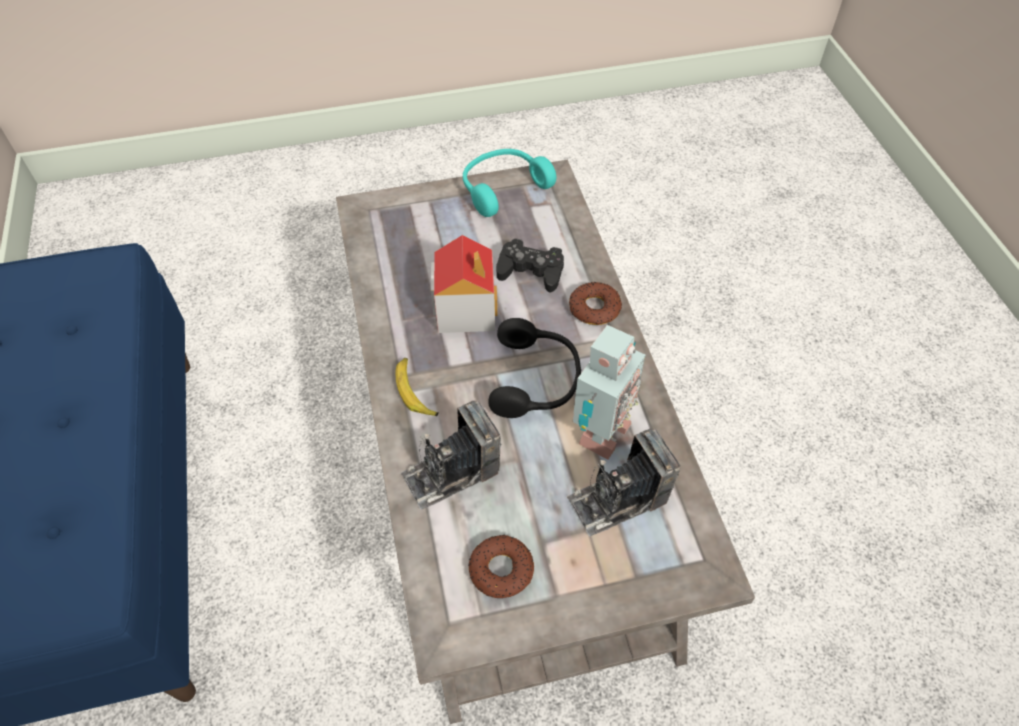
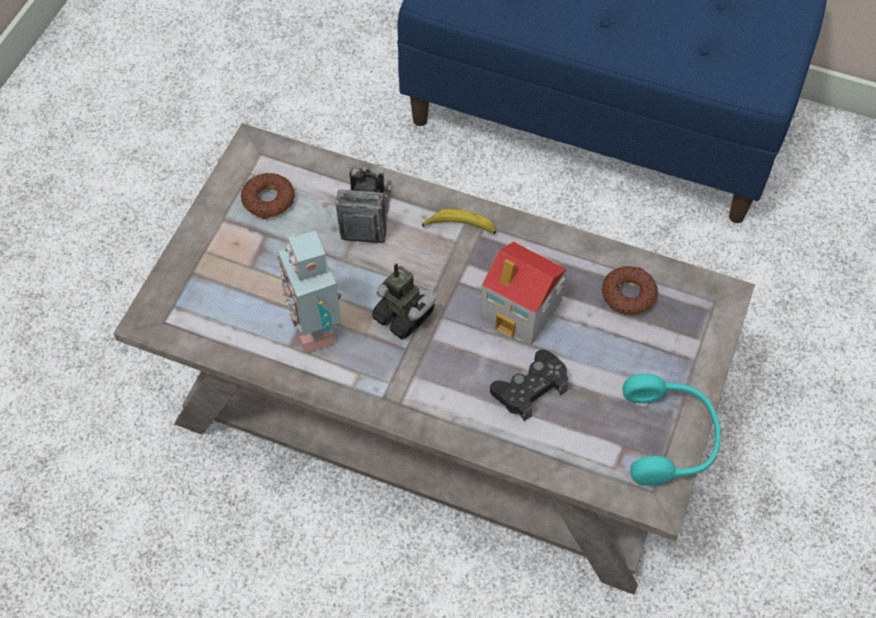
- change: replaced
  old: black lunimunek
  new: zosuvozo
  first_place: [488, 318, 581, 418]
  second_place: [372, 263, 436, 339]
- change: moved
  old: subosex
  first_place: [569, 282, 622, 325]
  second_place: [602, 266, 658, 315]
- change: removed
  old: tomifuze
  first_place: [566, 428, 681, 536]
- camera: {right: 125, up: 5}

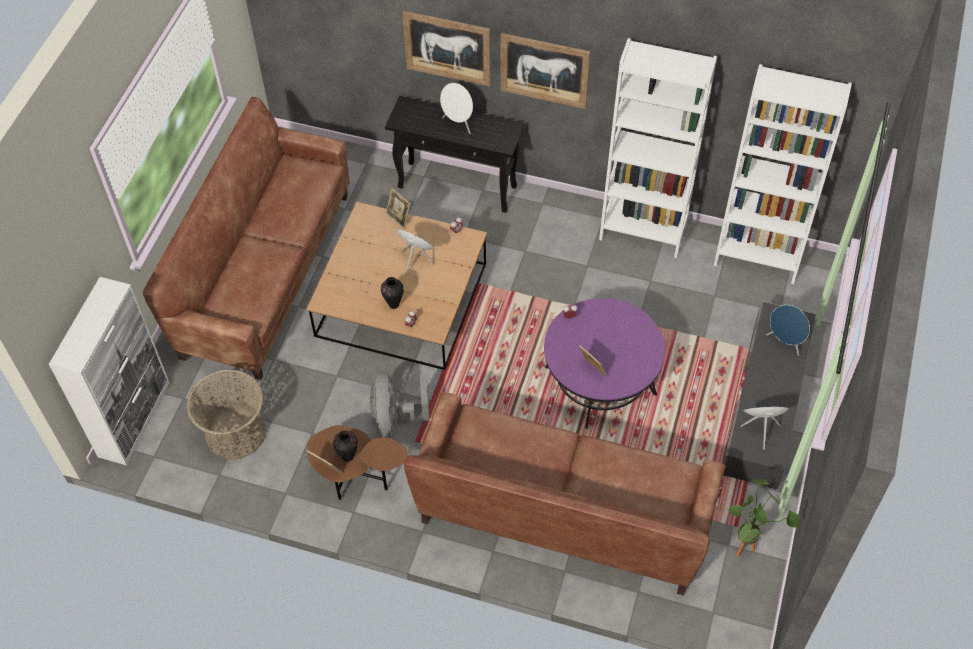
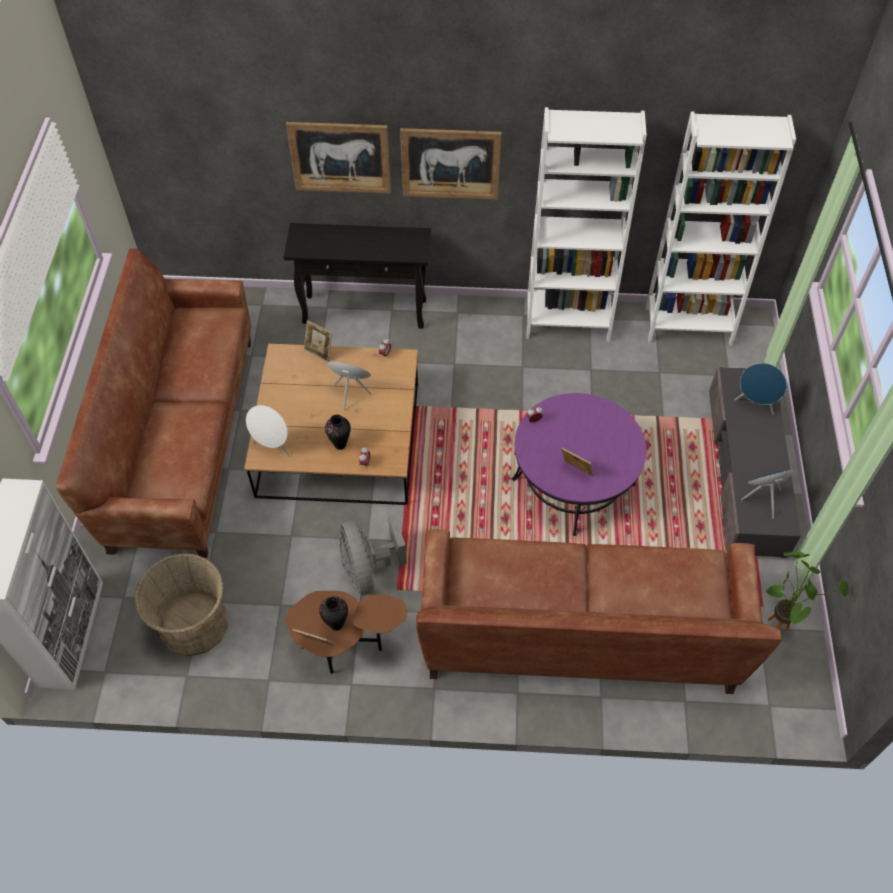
- change: moved
  old: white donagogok
  first_place: [440, 83, 473, 134]
  second_place: [246, 405, 290, 457]
- camera: {right: -15, up: 0}

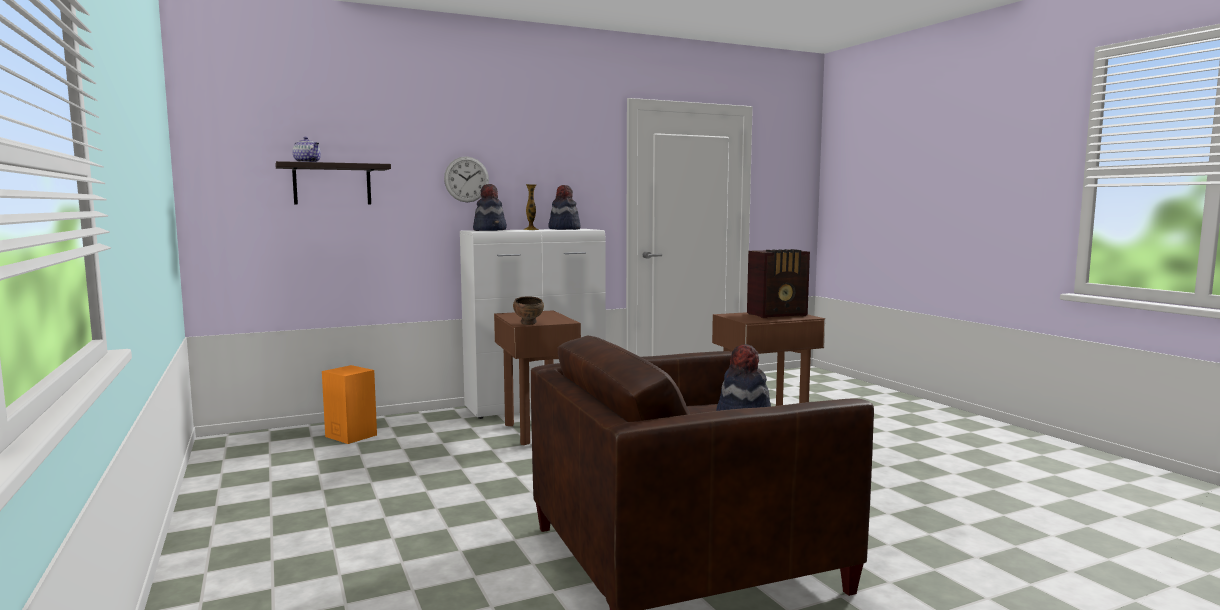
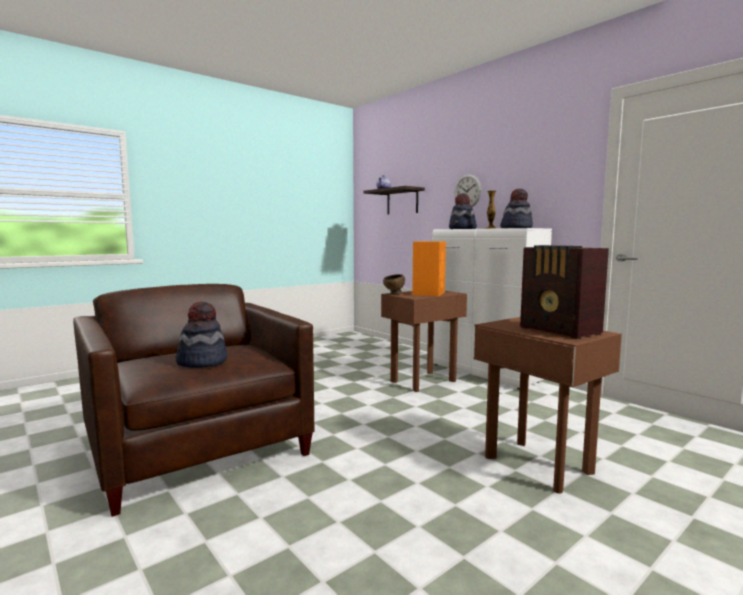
- change: moved
  old: orange donagogok
  first_place: [322, 365, 377, 444]
  second_place: [412, 241, 446, 296]
- camera: {right: 75, up: 0}

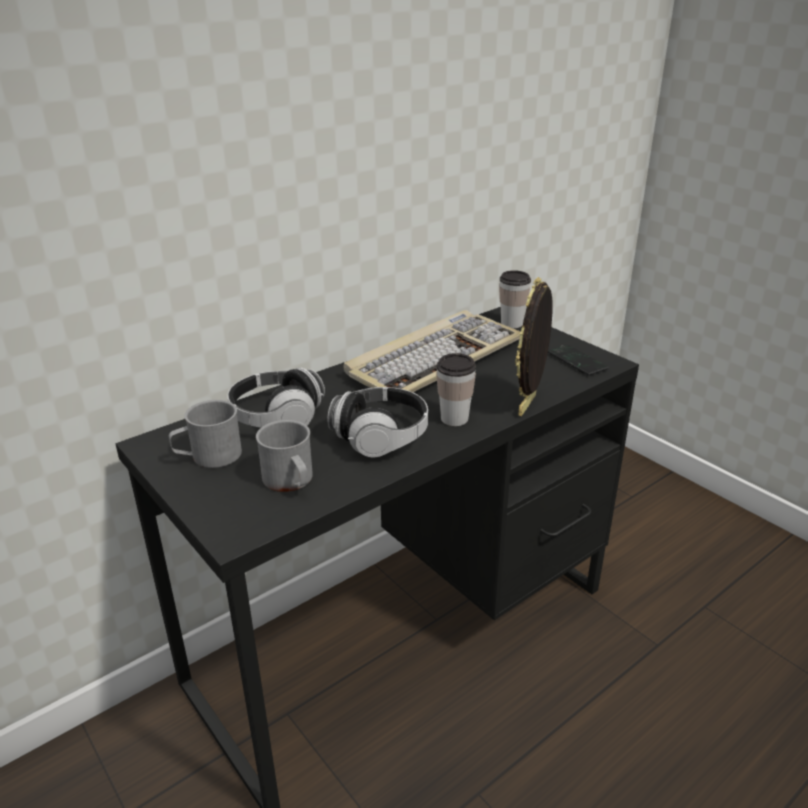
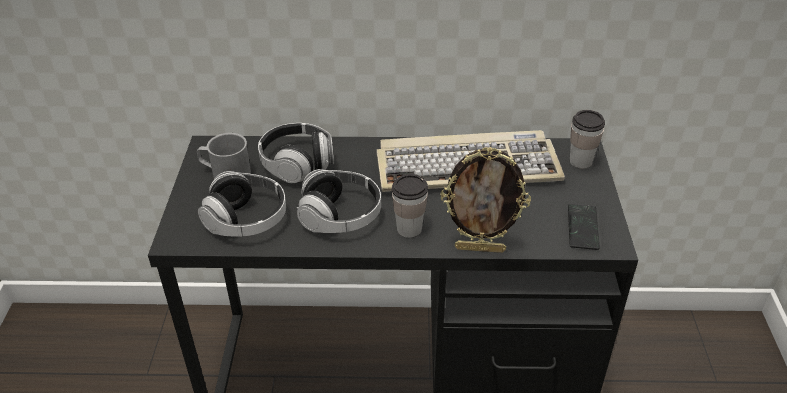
- change: replaced
  old: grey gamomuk
  new: lunimunek
  first_place: [256, 420, 313, 492]
  second_place: [198, 171, 286, 237]
- change: turned
  old: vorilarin
  first_place: [515, 277, 552, 416]
  second_place: [440, 147, 531, 253]
  degrees: -150
- camera: {right: 40, up: 10}

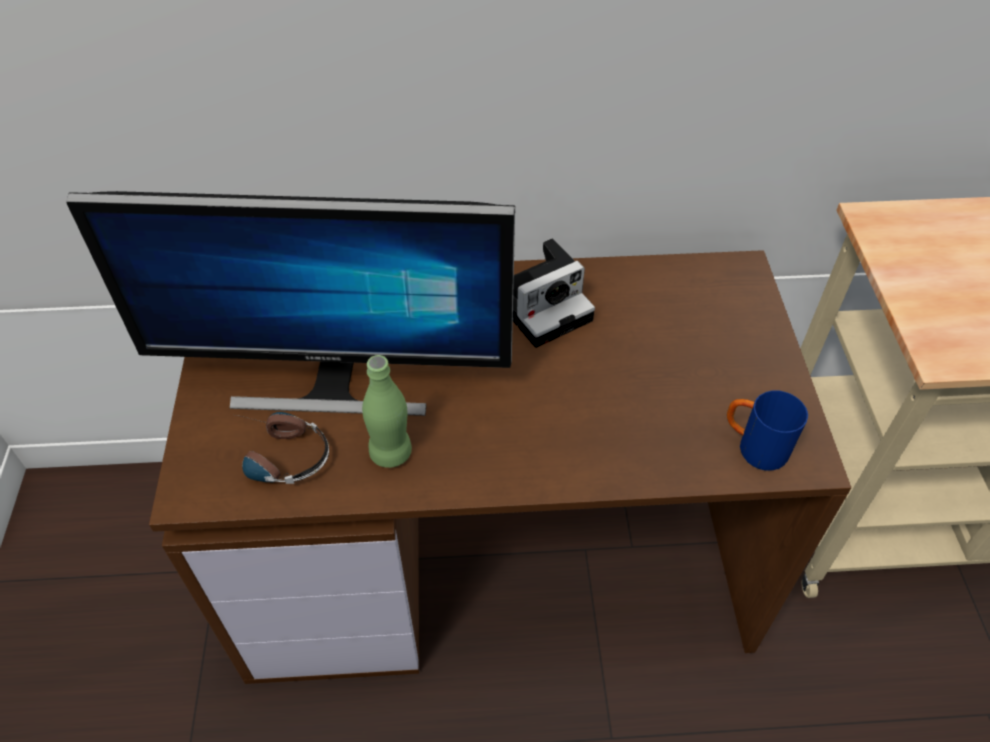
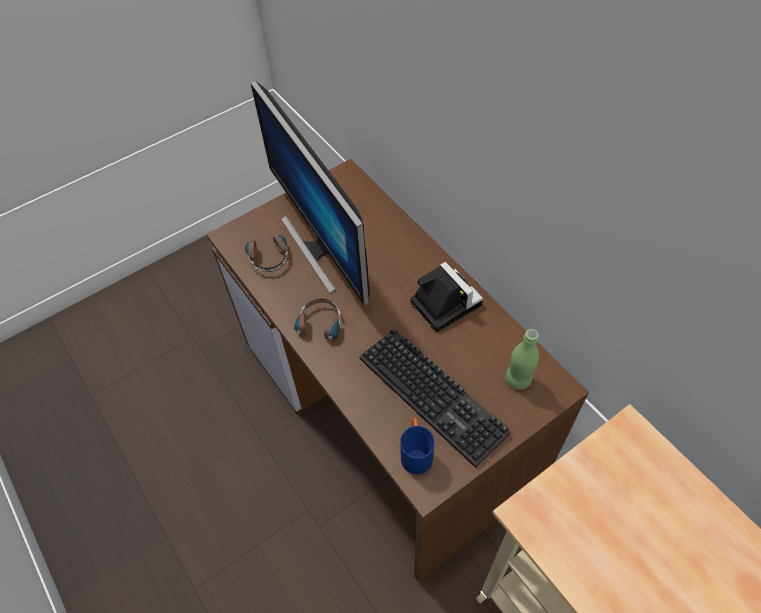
- change: added
  new: lunimunek
  second_place: [294, 298, 341, 346]
- change: added
  new: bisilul
  second_place: [360, 328, 511, 468]
- change: turned
  old: tomifuze
  first_place: [513, 239, 595, 348]
  second_place: [411, 262, 483, 332]
  degrees: -150
- change: moved
  old: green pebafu
  first_place: [362, 355, 412, 468]
  second_place: [505, 329, 539, 390]
- camera: {right: 60, up: 5}

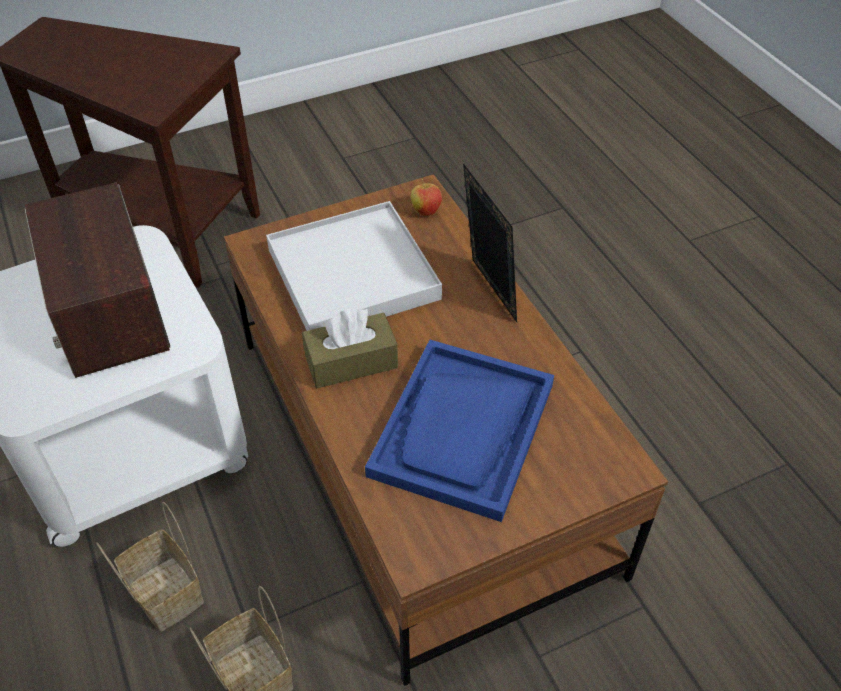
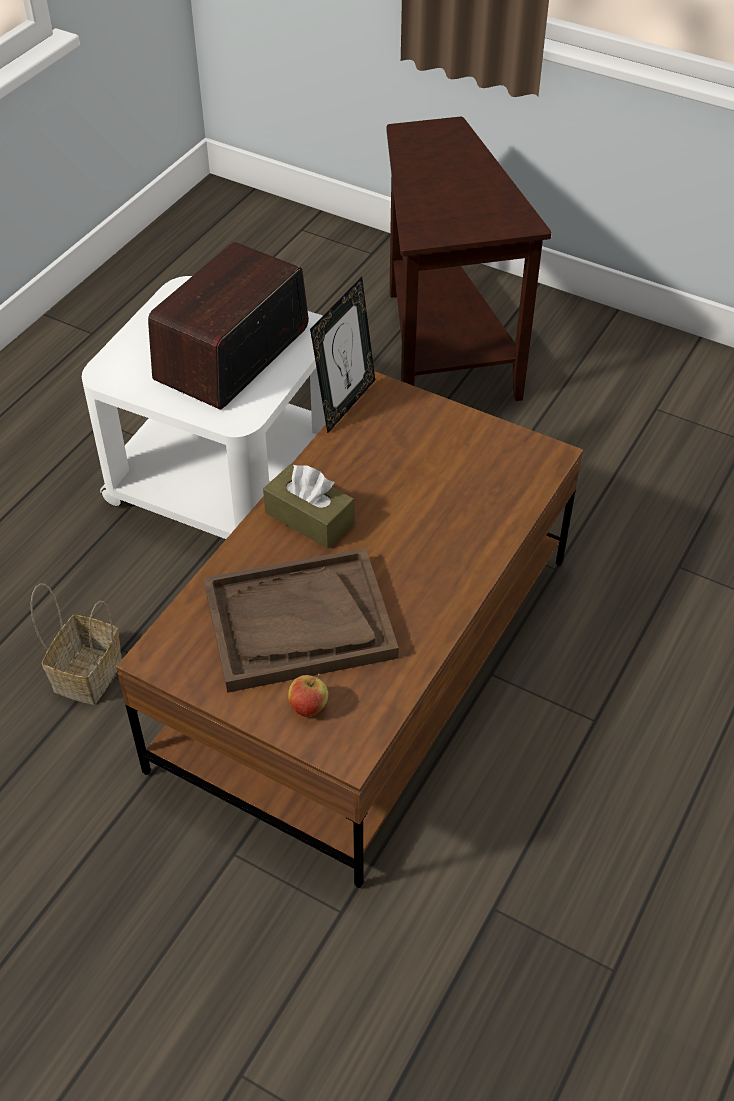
- change: recoloured
  old: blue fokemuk
  new: brown fokemuk
  first_place: [365, 340, 554, 522]
  second_place: [204, 548, 399, 693]
- change: moved
  old: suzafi
  first_place: [411, 179, 442, 216]
  second_place: [288, 674, 328, 717]
- change: moved
  old: vorilarin
  first_place: [463, 163, 517, 322]
  second_place: [310, 277, 375, 433]
- change: removed
  old: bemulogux
  first_place: [96, 502, 204, 632]
- change: removed
  old: white fokemuk
  first_place: [266, 201, 442, 331]
- camera: {right: 55, up: 0}

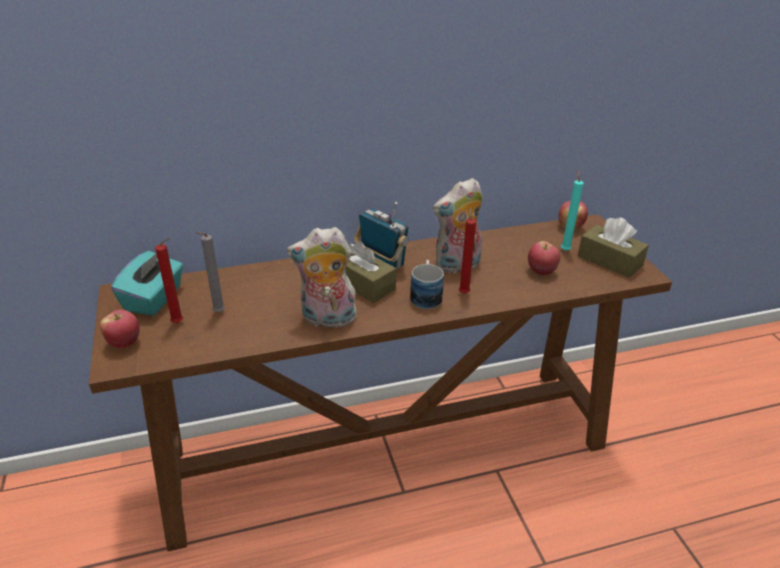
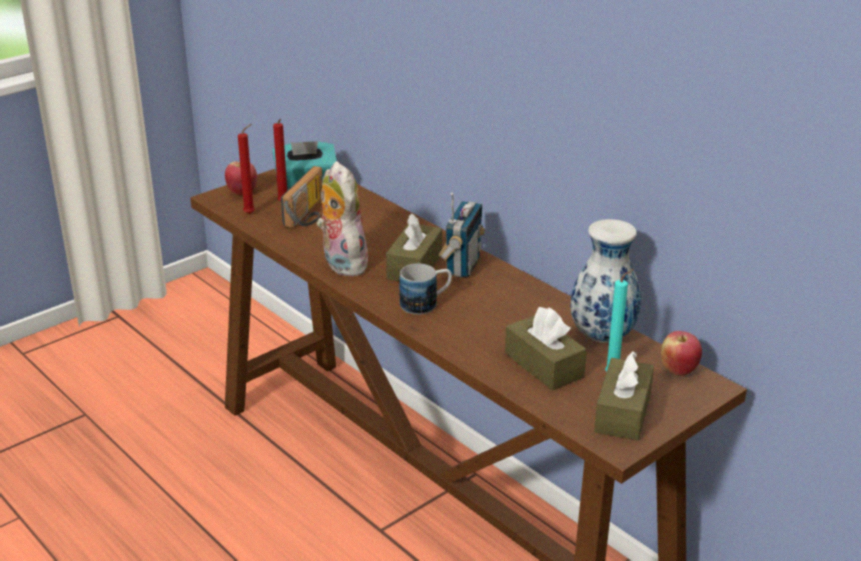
- change: moved
  old: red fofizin
  first_place: [459, 207, 476, 294]
  second_place: [238, 124, 255, 214]
- change: replaced
  old: grey fofizin
  new: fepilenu
  first_place: [196, 232, 225, 312]
  second_place: [281, 166, 323, 228]
- change: replaced
  old: suzafi
  new: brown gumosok
  first_place: [528, 241, 560, 276]
  second_place: [505, 307, 587, 391]
- change: added
  new: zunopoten
  second_place: [571, 219, 641, 342]
- change: removed
  old: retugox
  first_place: [433, 178, 483, 274]
- camera: {right: 65, up: -5}

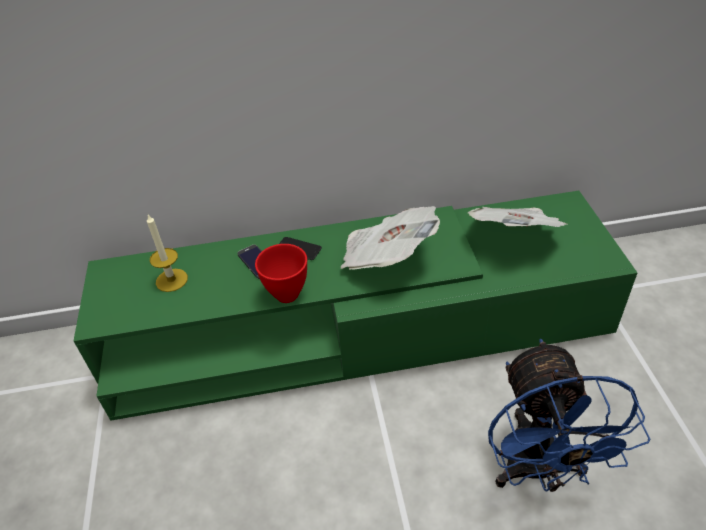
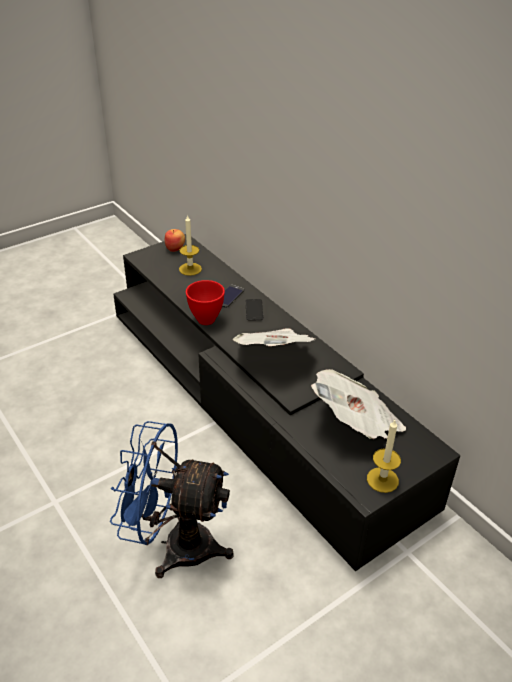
- change: turned
  old: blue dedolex
  first_place: [488, 339, 650, 492]
  second_place: [110, 421, 234, 578]
  degrees: 45
- change: recoloured
  old: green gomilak
  new: black gomilak
  first_place: [74, 191, 637, 421]
  second_place: [113, 234, 460, 571]
- change: added
  new: suzafi
  second_place: [165, 229, 185, 252]
- change: added
  new: fofizin
  second_place: [367, 420, 401, 493]
- camera: {right: 60, up: -5}

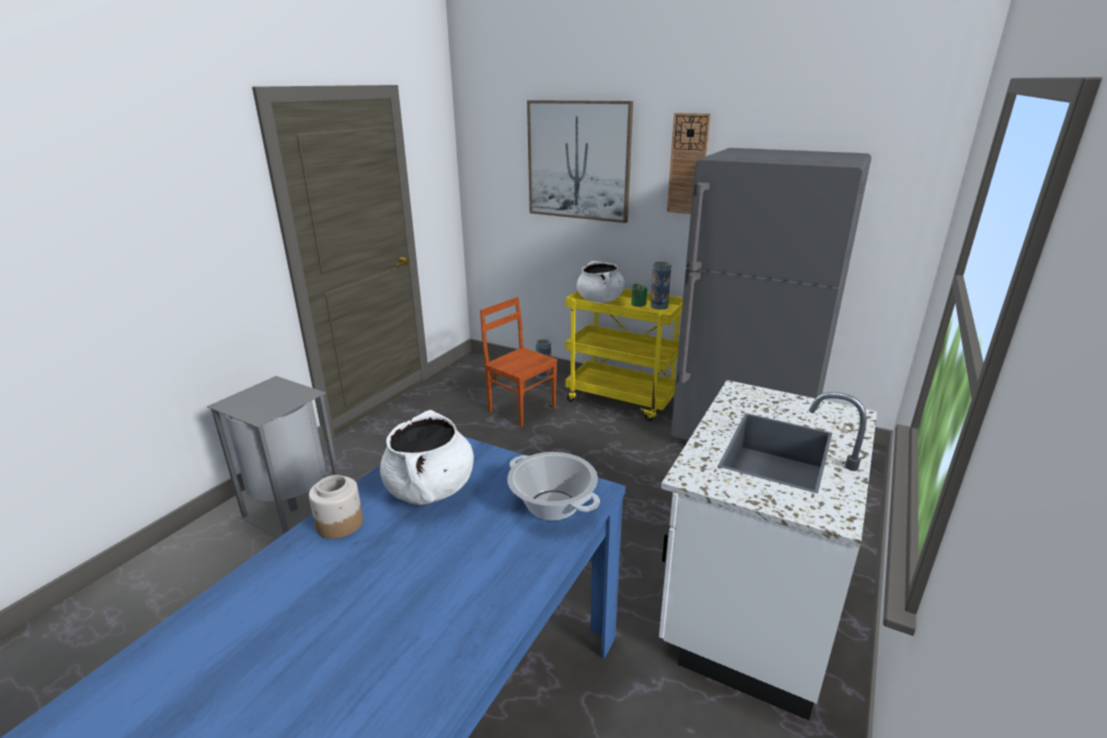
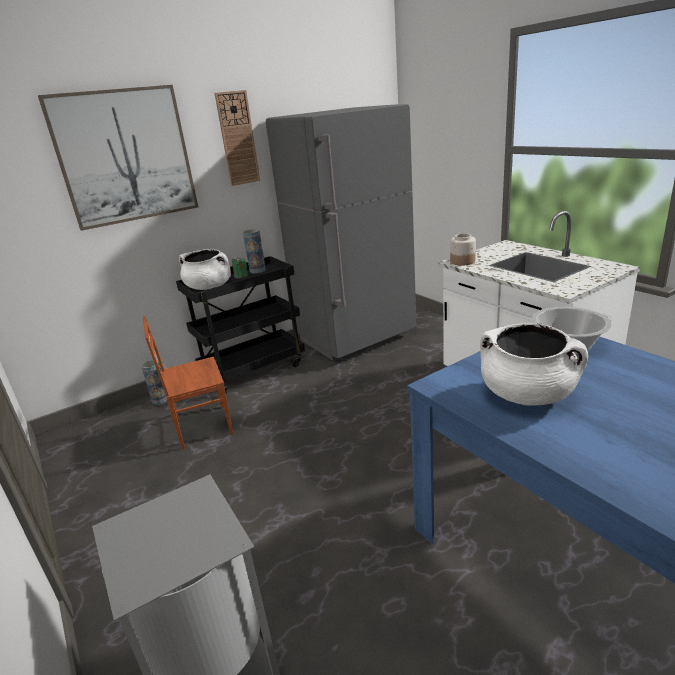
- change: recoloured
  old: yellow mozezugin
  new: black mozezugin
  first_place: [565, 289, 683, 421]
  second_place: [176, 256, 305, 393]
- change: moved
  old: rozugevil
  first_place: [309, 475, 363, 539]
  second_place: [450, 233, 476, 265]
- camera: {right: -60, up: 0}

